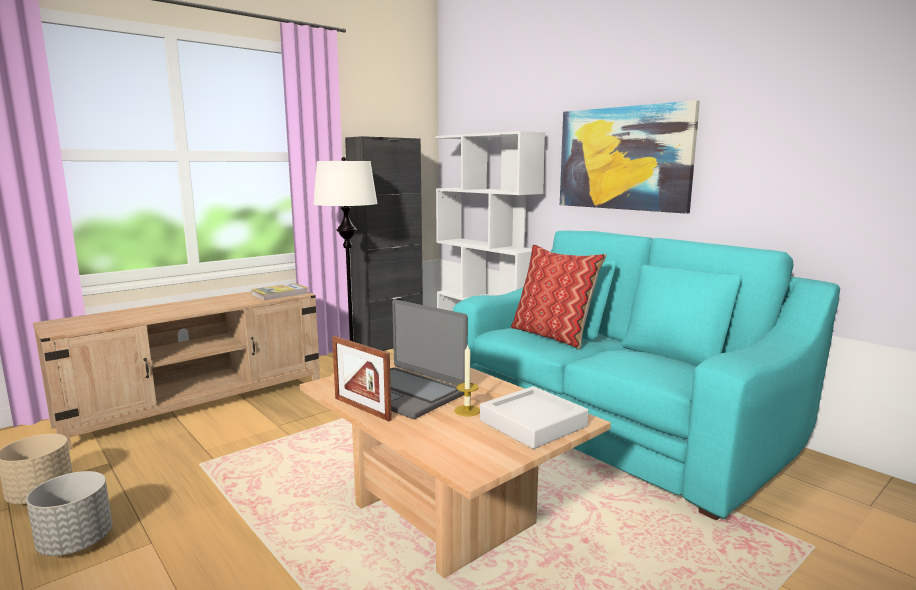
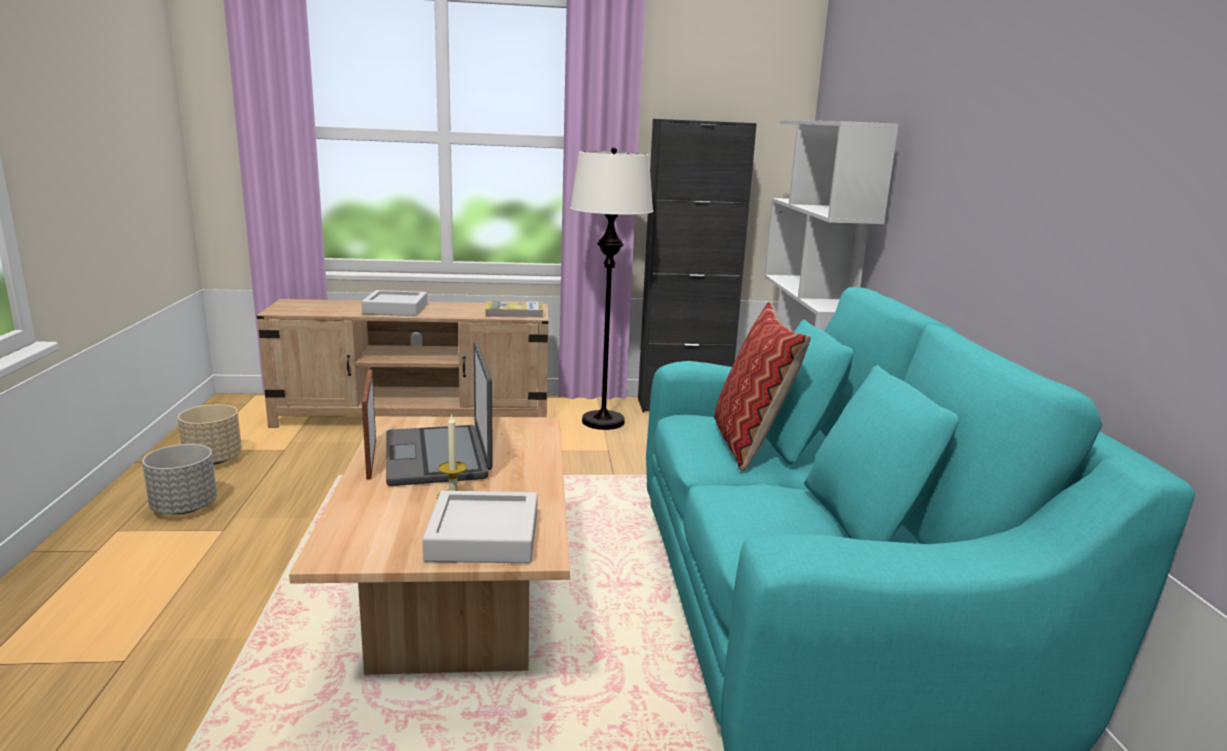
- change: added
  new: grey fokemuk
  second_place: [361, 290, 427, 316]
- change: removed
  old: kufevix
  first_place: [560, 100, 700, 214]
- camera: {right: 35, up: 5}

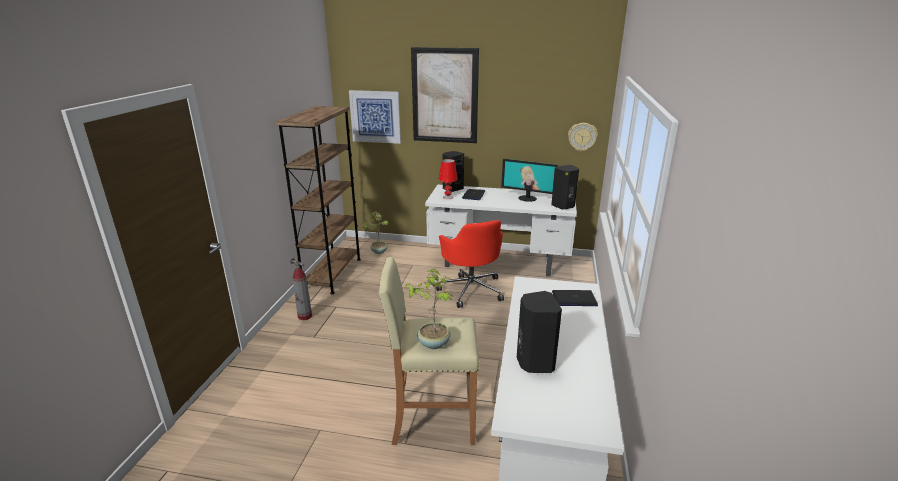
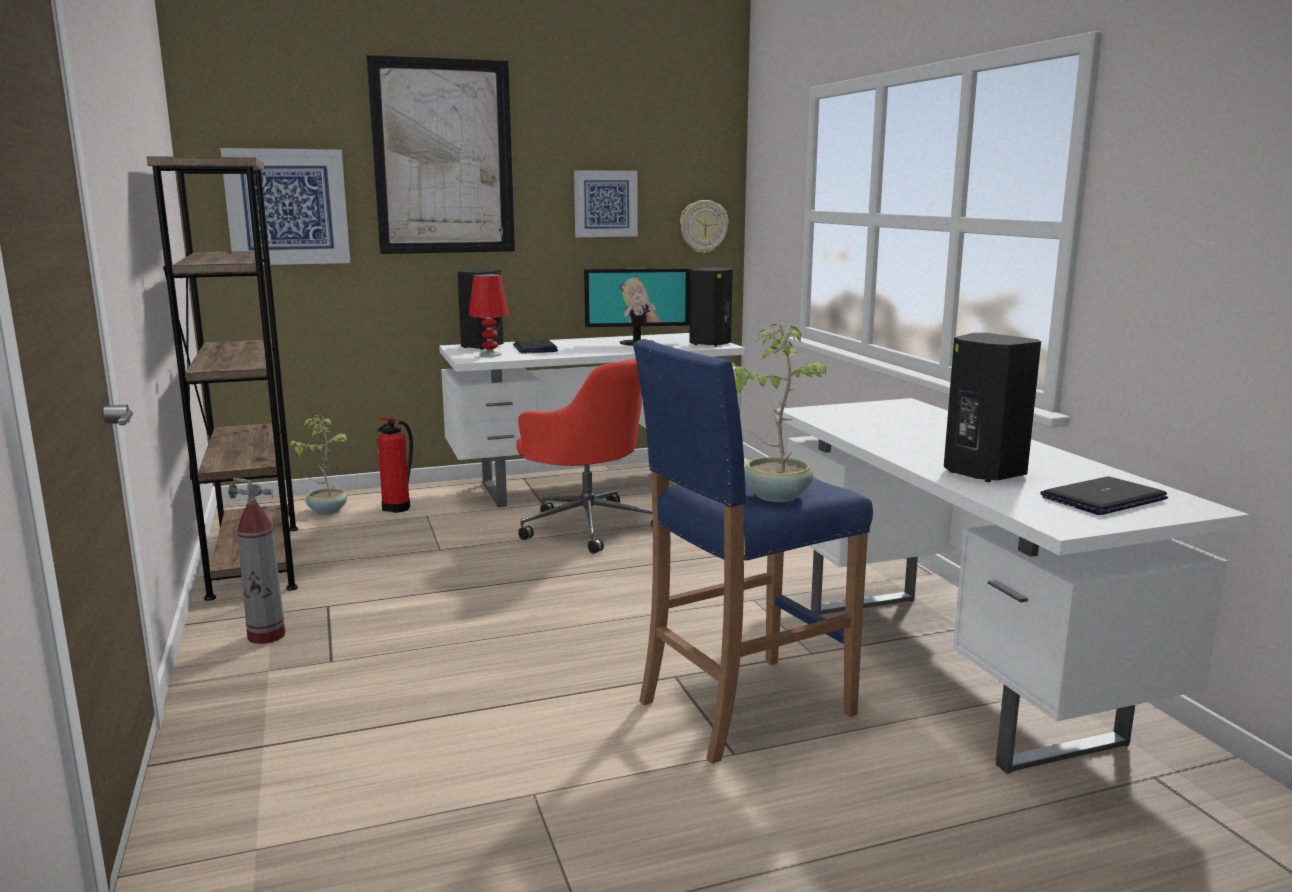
- change: added
  new: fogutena
  second_place: [377, 417, 413, 513]
- change: added
  new: kufevix
  second_place: [574, 170, 638, 237]
- change: recoloured
  old: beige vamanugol
  new: blue vamanugol
  first_place: [378, 257, 479, 445]
  second_place: [633, 339, 873, 764]
- change: moved
  old: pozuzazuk
  first_place: [552, 290, 598, 306]
  second_place: [1040, 476, 1168, 515]
- camera: {right: -30, up: -10}

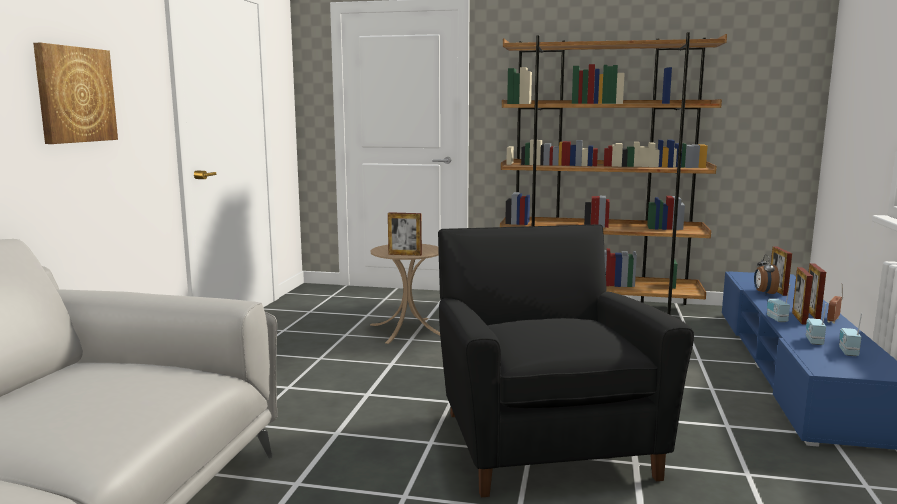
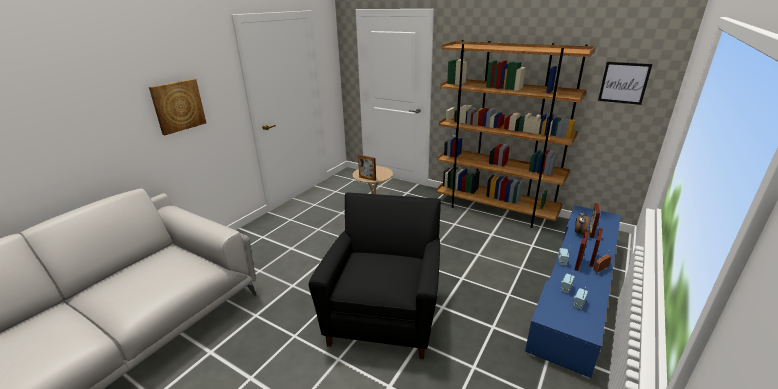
- change: added
  new: kufevix
  second_place: [598, 62, 652, 105]
- camera: {right: 20, up: 15}

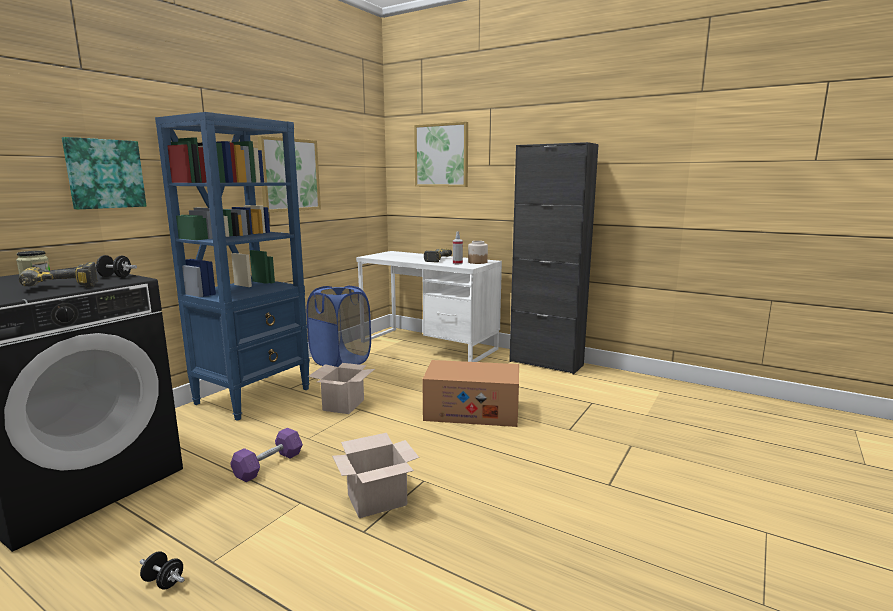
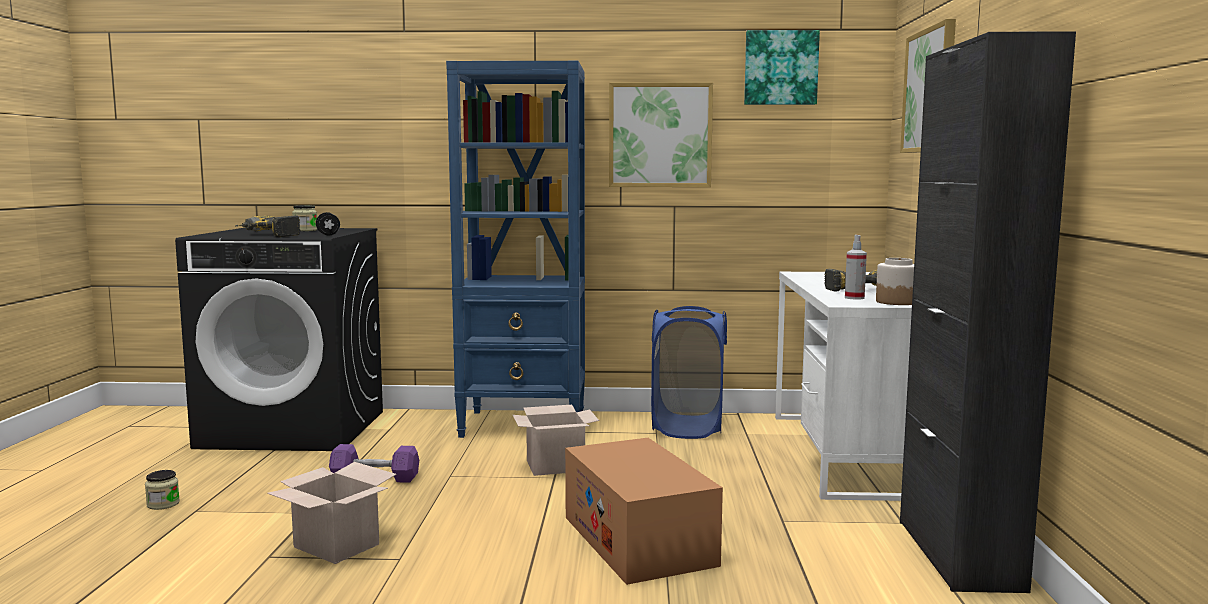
- change: replaced
  old: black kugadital
  new: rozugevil
  first_place: [140, 552, 185, 589]
  second_place: [145, 470, 180, 510]
- change: moved
  old: kufevix
  first_place: [62, 137, 146, 209]
  second_place: [744, 30, 820, 105]
- camera: {right: 60, up: -5}

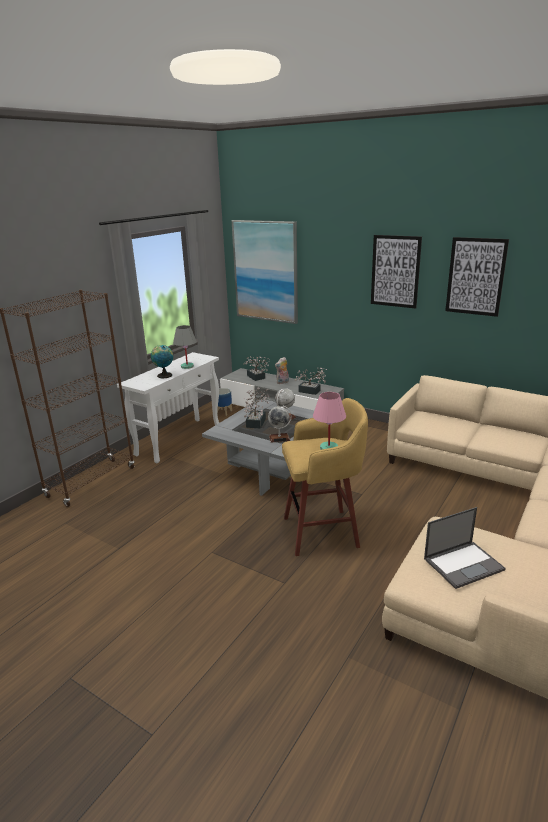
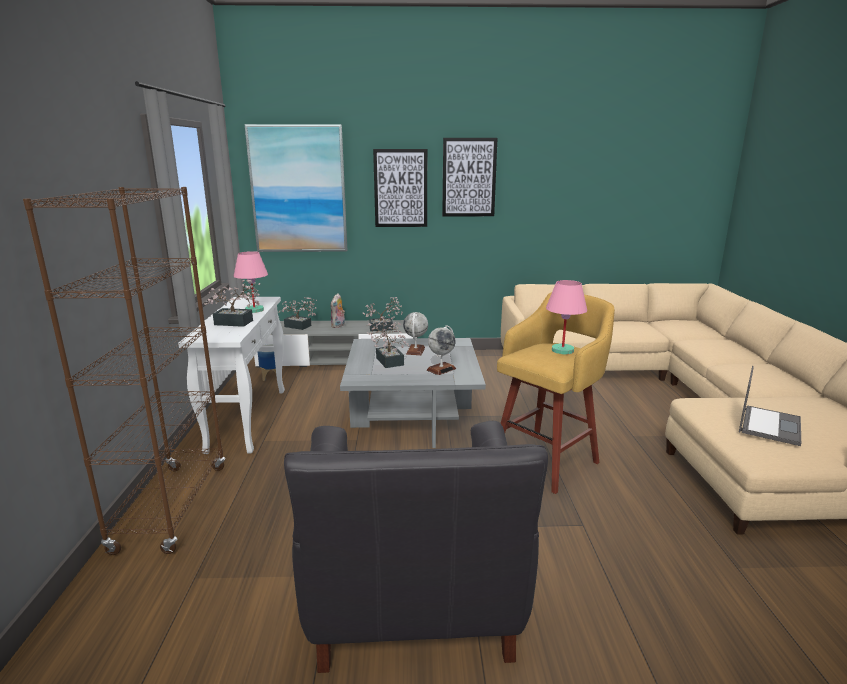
- change: replaced
  old: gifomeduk
  new: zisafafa
  first_place: [151, 345, 173, 378]
  second_place: [204, 280, 260, 327]
- change: recoloured
  old: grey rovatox
  new: pink rovatox
  first_place: [173, 325, 197, 369]
  second_place: [234, 251, 268, 313]
- change: added
  new: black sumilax
  second_place: [284, 421, 548, 673]
- change: moved
  old: kufevix
  first_place: [445, 237, 509, 317]
  second_place: [373, 149, 427, 227]
- camera: {right: -35, up: -5}

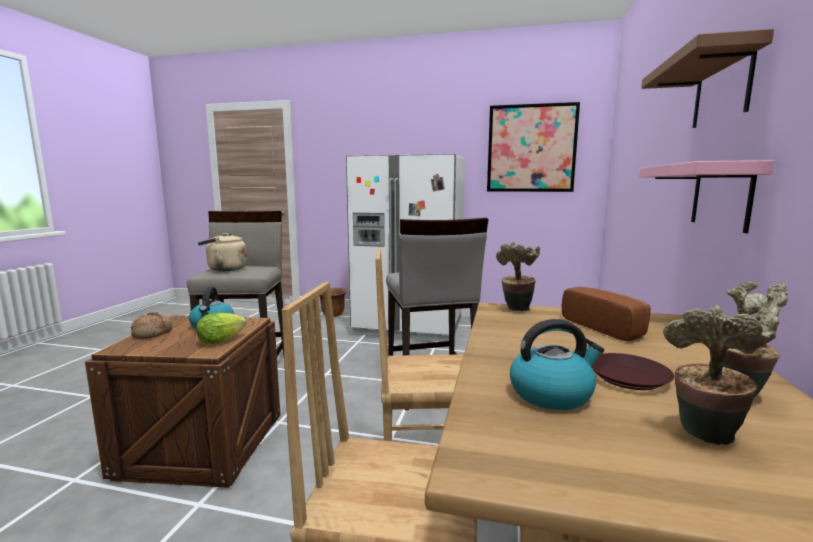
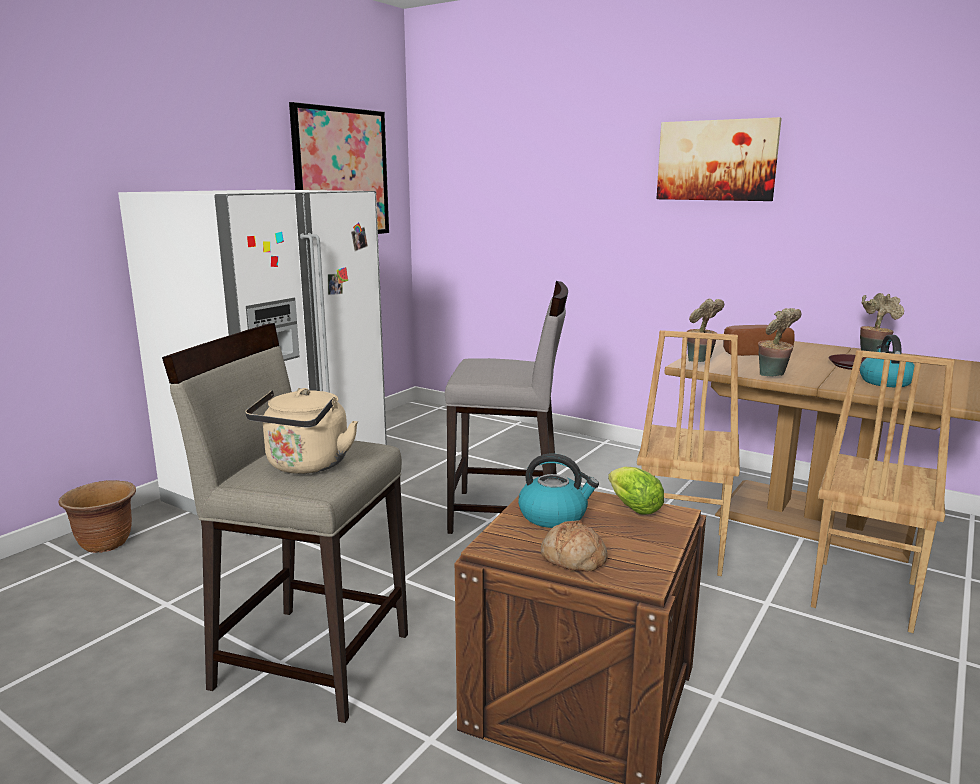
- change: replaced
  old: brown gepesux
  new: kufevix
  first_place: [641, 29, 774, 128]
  second_place: [656, 117, 782, 201]
- change: moved
  old: zisafafa
  first_place: [663, 305, 780, 445]
  second_place: [758, 308, 802, 376]
- change: removed
  old: pink gepesux
  first_place: [639, 160, 774, 233]
- camera: {right: -70, up: 5}

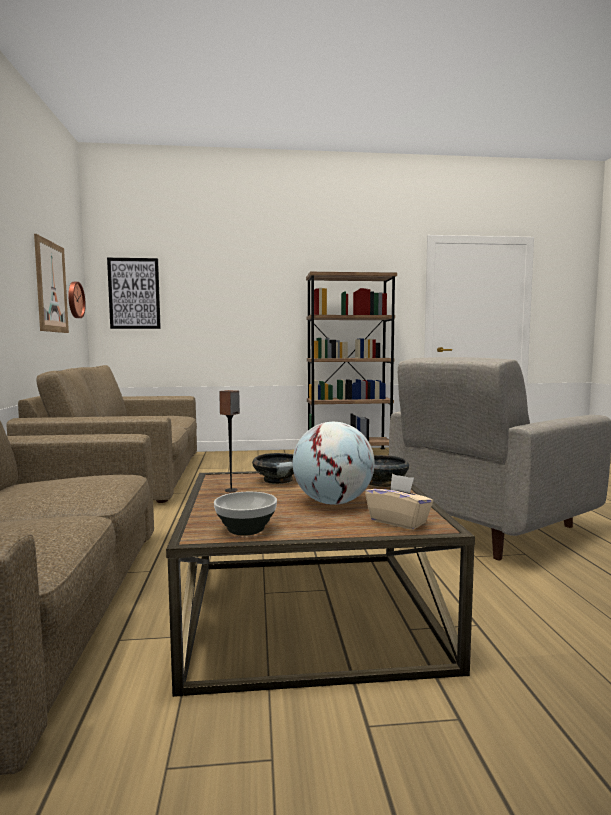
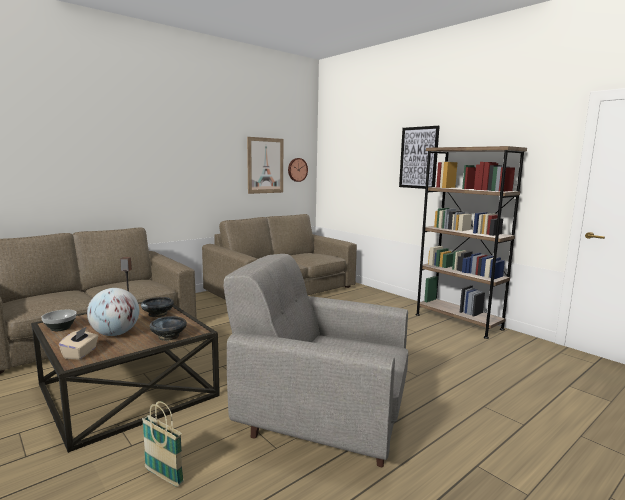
- change: added
  new: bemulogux
  second_place: [142, 401, 184, 487]
- change: moved
  old: kufevix
  first_place: [107, 258, 161, 329]
  second_place: [399, 126, 440, 189]
- camera: {right: 55, up: 5}

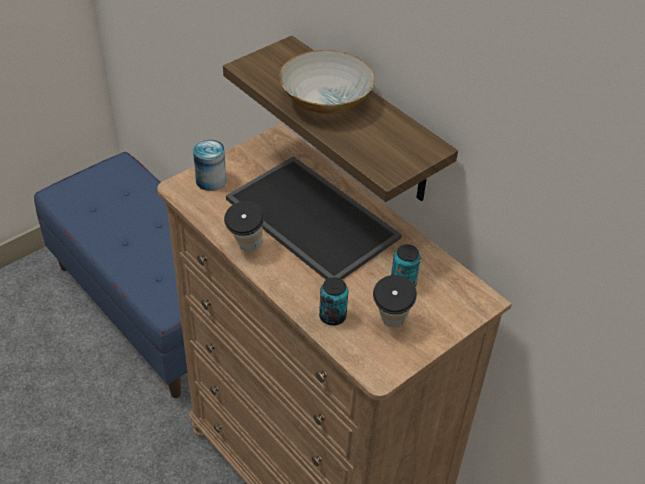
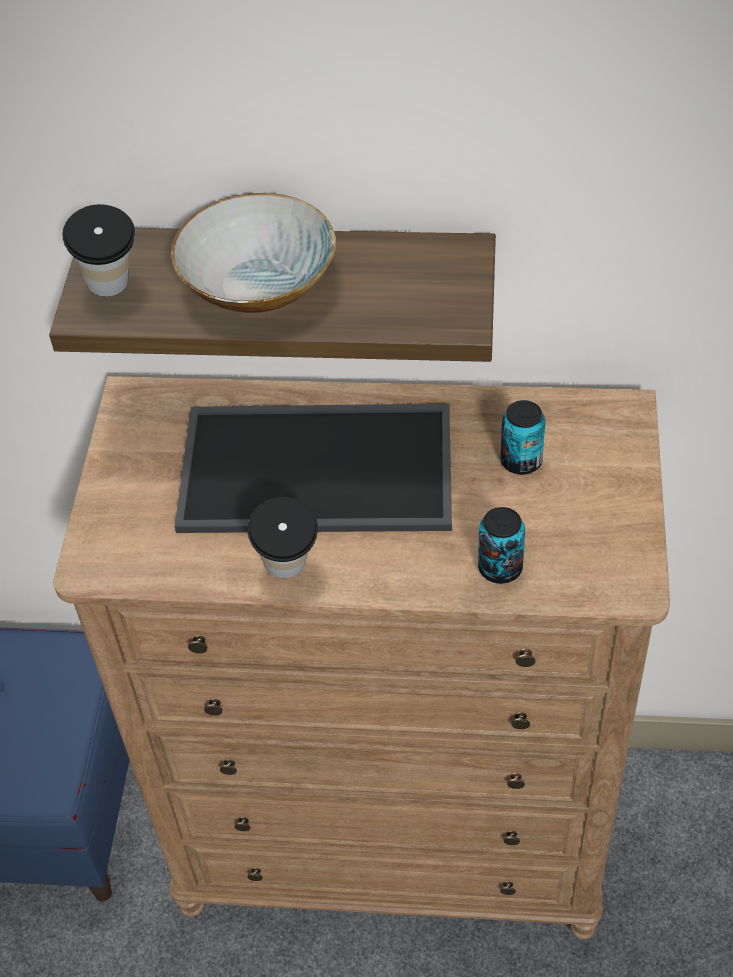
- change: moved
  old: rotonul
  first_place: [373, 275, 417, 327]
  second_place: [62, 204, 135, 297]
- change: removed
  old: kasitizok
  first_place: [193, 139, 226, 191]
- camera: {right: -40, up: 5}

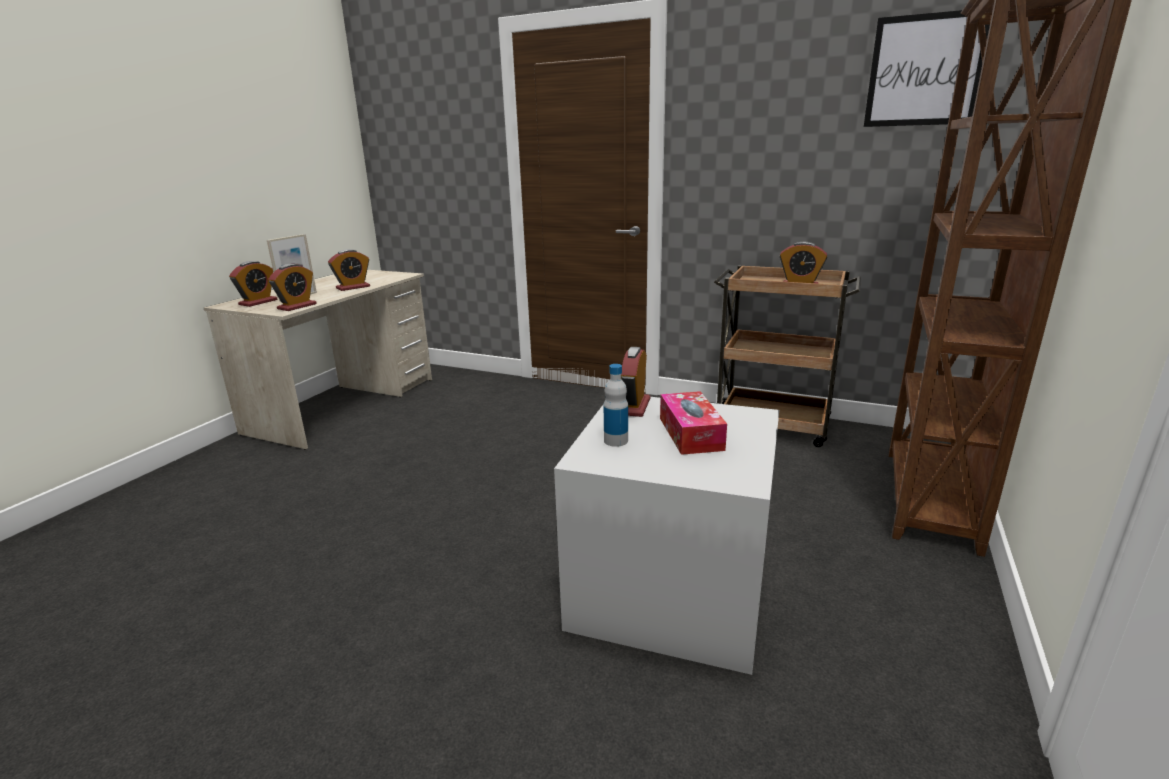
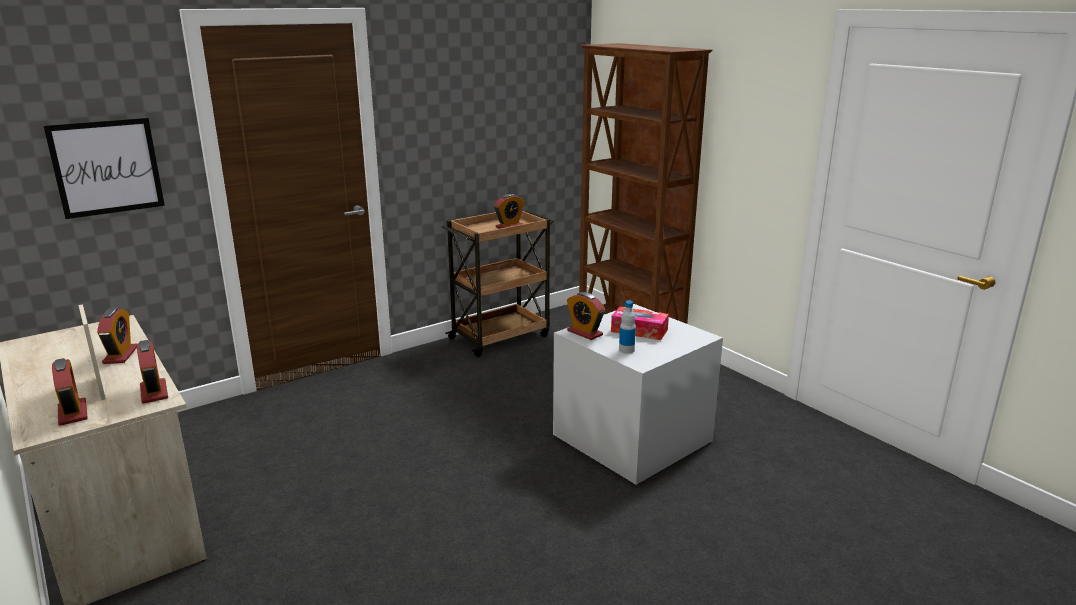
- change: moved
  old: kufevix
  first_place: [864, 10, 990, 127]
  second_place: [43, 118, 165, 219]
- camera: {right: -60, up: 0}

